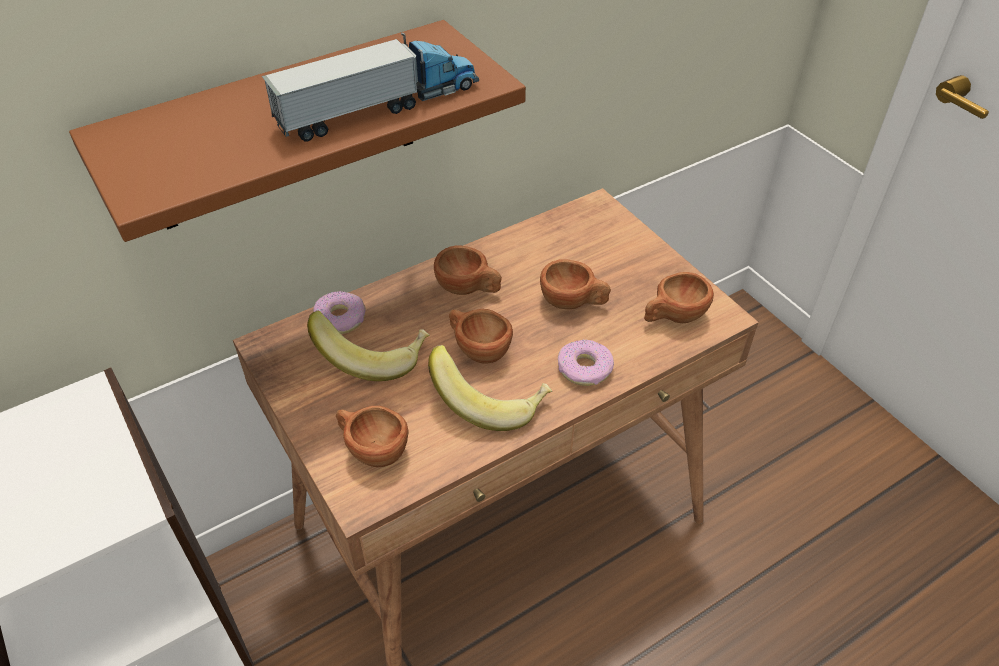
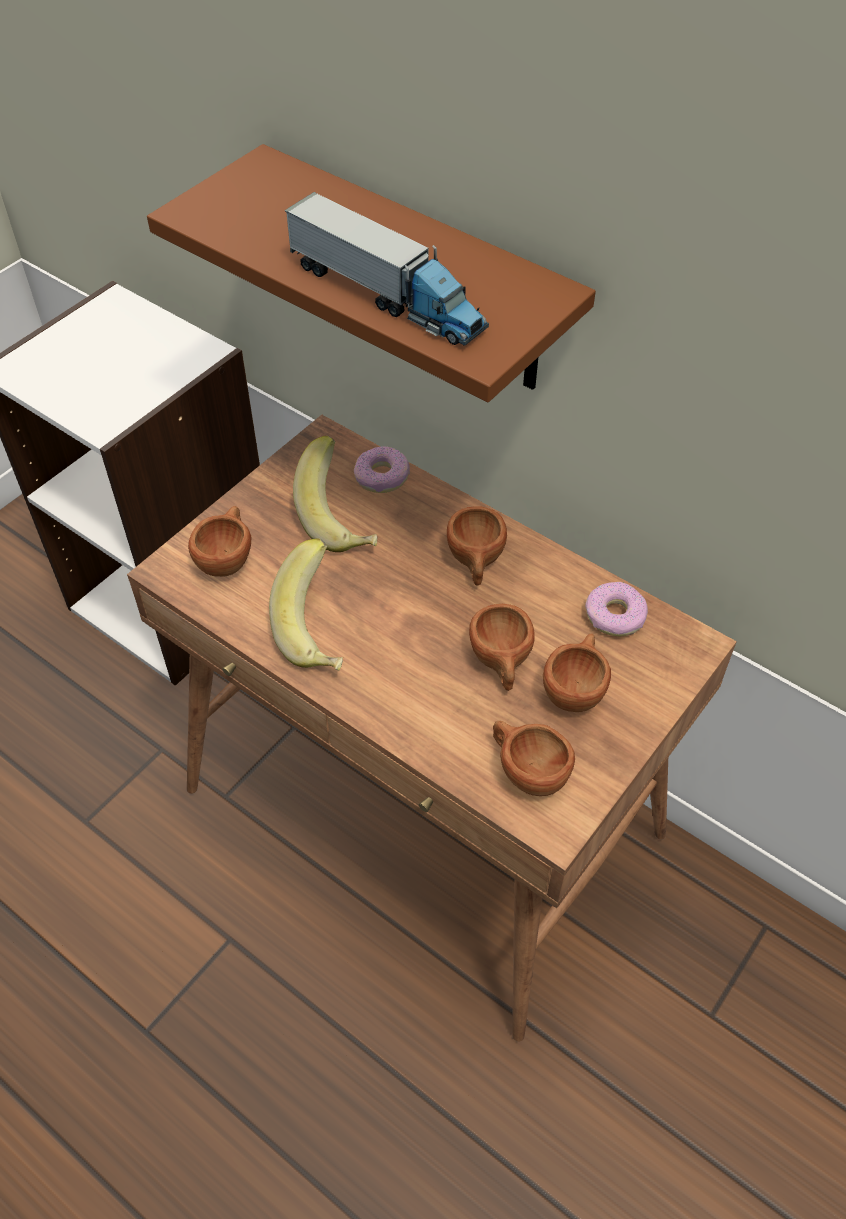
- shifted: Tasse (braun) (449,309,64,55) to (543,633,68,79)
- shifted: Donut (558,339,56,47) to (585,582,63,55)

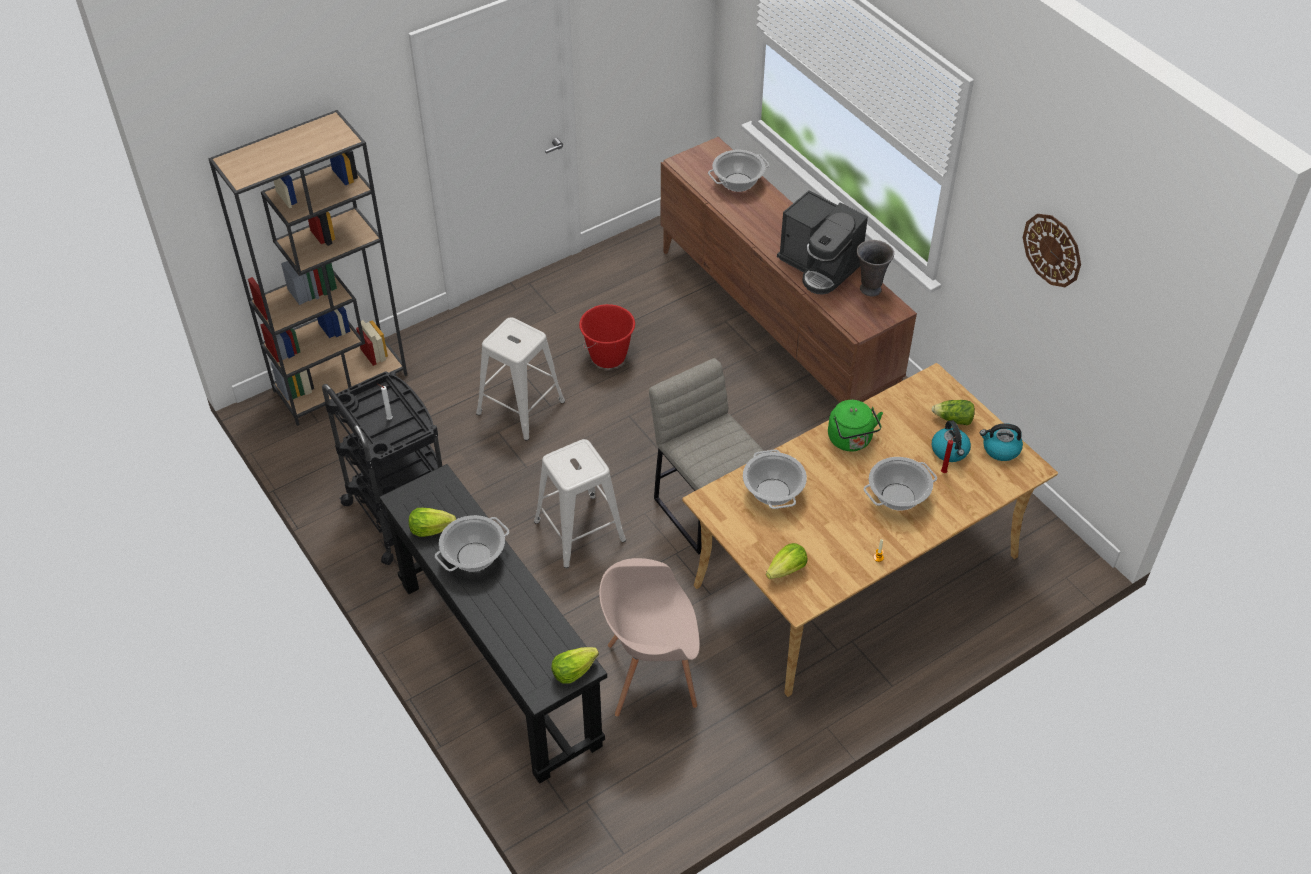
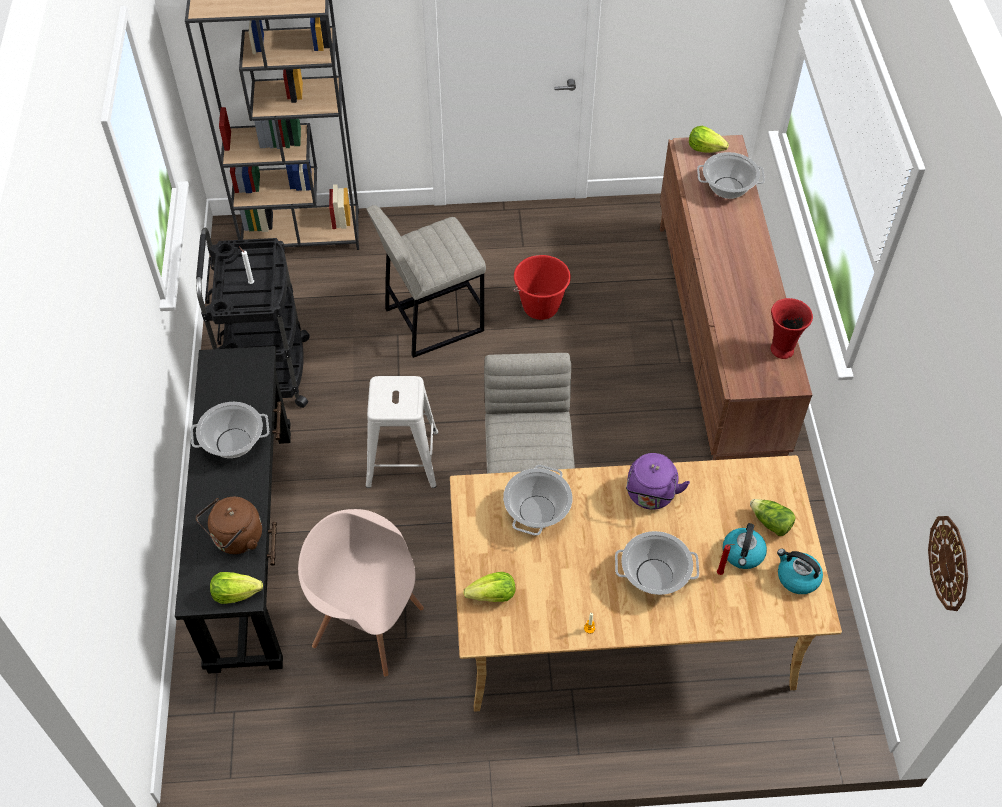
- new: Wasserkessel (braun) (196,497,66,57)
- swapped: Hocker (weiß) (476,317,89,123) to Stuhl (grau) (366,205,120,153)
- repainted: Wasserkessel (grün) (828,400,55,52) to Wasserkessel (lila) (626,453,64,57)
- shifted: Salatkopf (409,508,47,29) to (689,126,40,27)
- repainted: Vase (grau) (857,240,37,57) to Vase (rot) (771,298,42,61)
- shifted: Wanduhr (1023,214,58,73) to (928,516,40,95)
- gone: Kaffeemaschine (777,191,91,104)

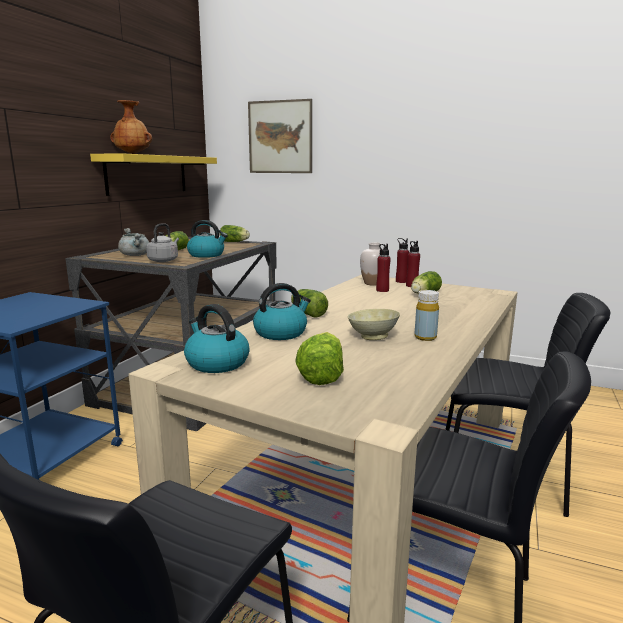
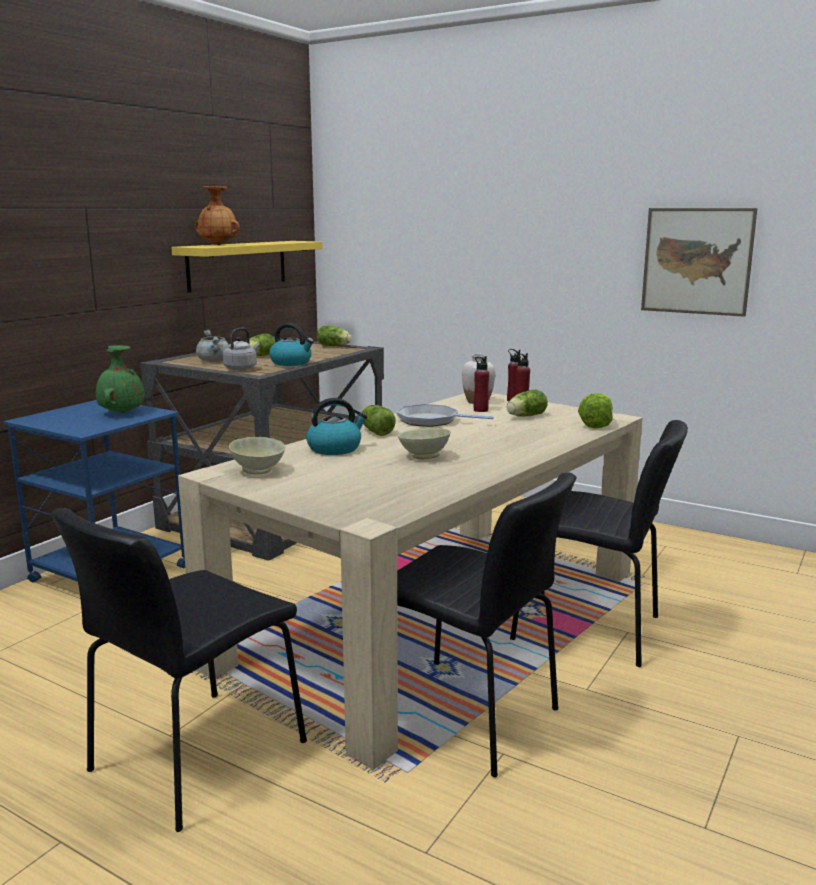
- new: Vase (grün) (96,345,48,68)
- swapped: Wasserkessel (184,304,65,69) to Schüssel (beige) (229,437,57,37)
- new: Pfanne (396,404,98,23)
- shifted: Salatkopf (295,332,49,53) to (578,393,35,35)
- shifted: Bild (248,99,64,74) to (641,208,116,109)
- gone: Flasche (gelb) (415,290,24,51)

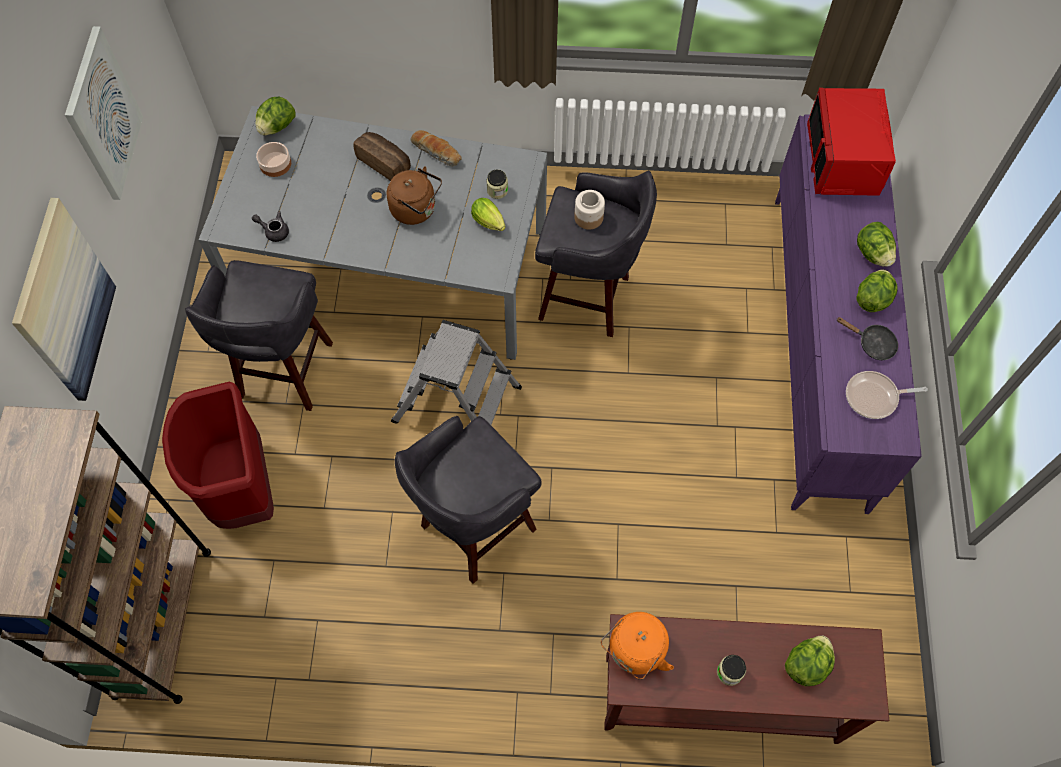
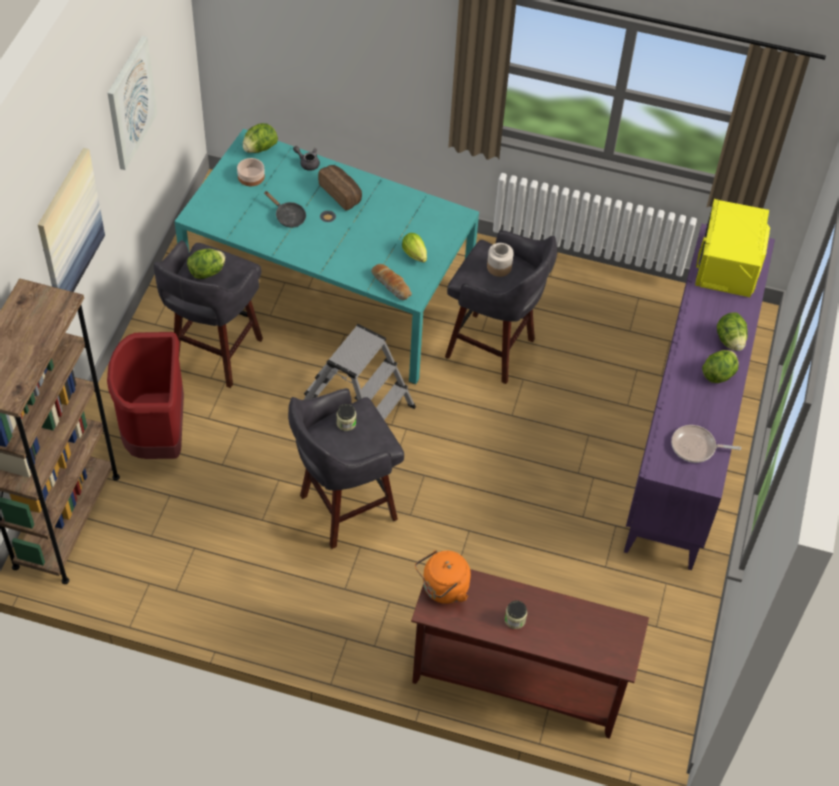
- repainted: Esstisch (grau) (199,106,348,254) to Esstisch (türkis) (174,129,305,255)
- shifted: Salatkopf (785,635,50,51) to (187,249,38,30)
- shifted: Pfanne (schwarz) (836,317,62,43) to (264,191,42,37)
- shifted: Teekanne (grau) (252,211,37,31) to (293,146,27,25)
- shifted: Vorratsglas (486,169,22,30) to (336,404,20,27)
- shifted: Brot (410,130,52,36) to (371,264,41,36)
- repainted: Mikrowelle (rot) (807,88,89,108) to Mikrowelle (gelb) (695,199,75,98)
- gone: Wasserkessel (braun) (387,166,55,59)

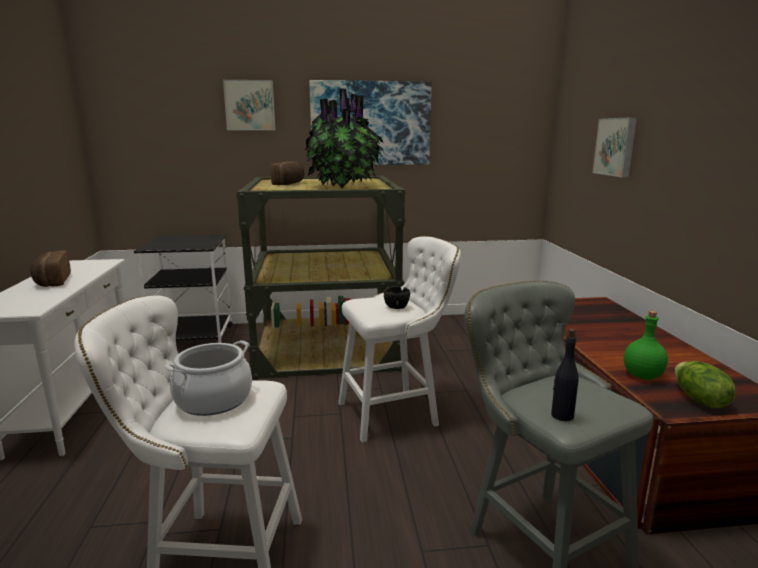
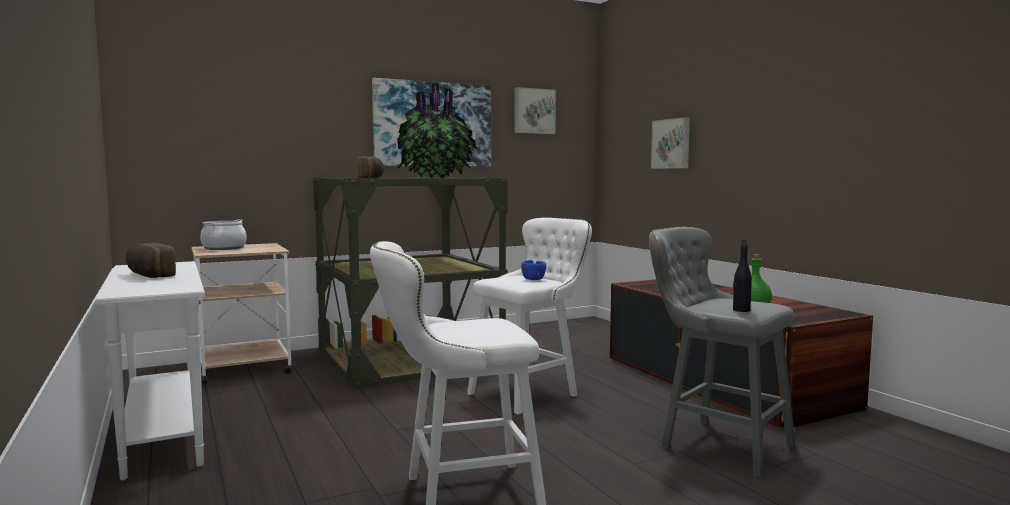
- repainted: Rollwagen (schwarz) (134,235,99,108) to Rollwagen (beige) (191,243,101,141)
- shifted: Kochtopf (165,340,87,76) to (200,219,47,31)
- shifted: Bild (223,80,53,50) to (514,87,42,47)
- repainted: Schüssel (schwarz) (384,286,26,23) to Schüssel (blau) (521,260,25,20)
- gone: Salatkopf (675,361,61,47)

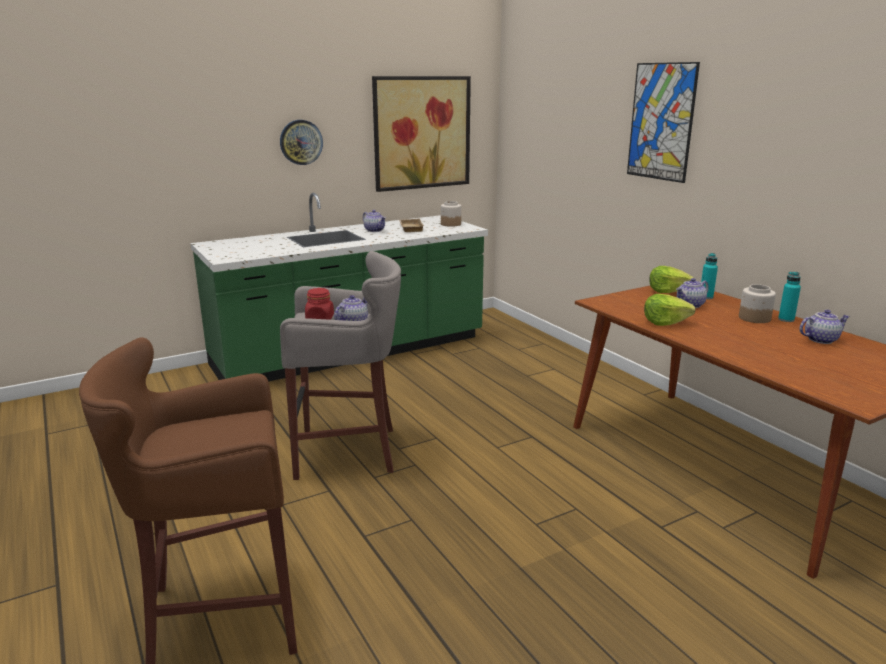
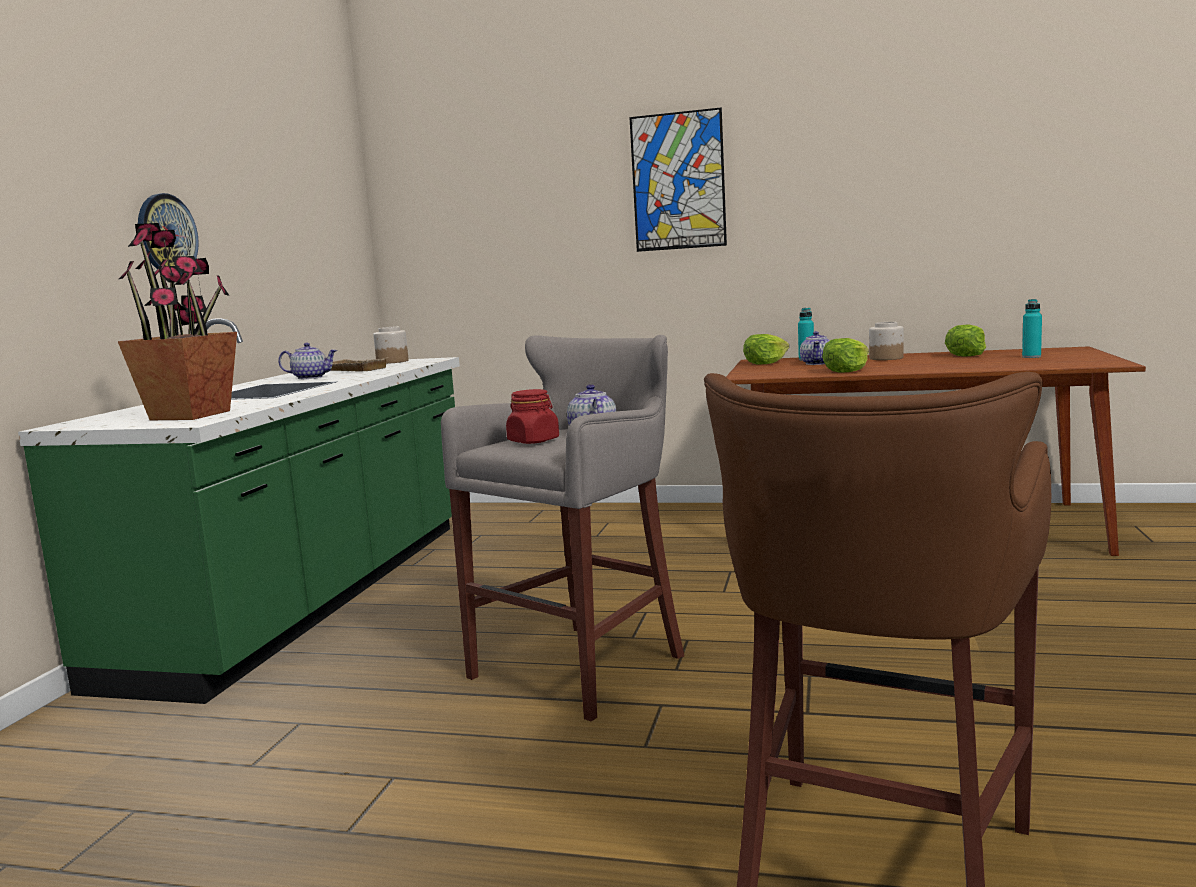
- new: Topfpflanze (118,223,119,197)
- swapped: Teekanne (800,310,50,34) to Salatkopf (945,324,41,33)
- shifted: Flasche (türkis) (778,272,23,50) to (1022,299,20,59)
- gone: Bild (372,76,99,116)

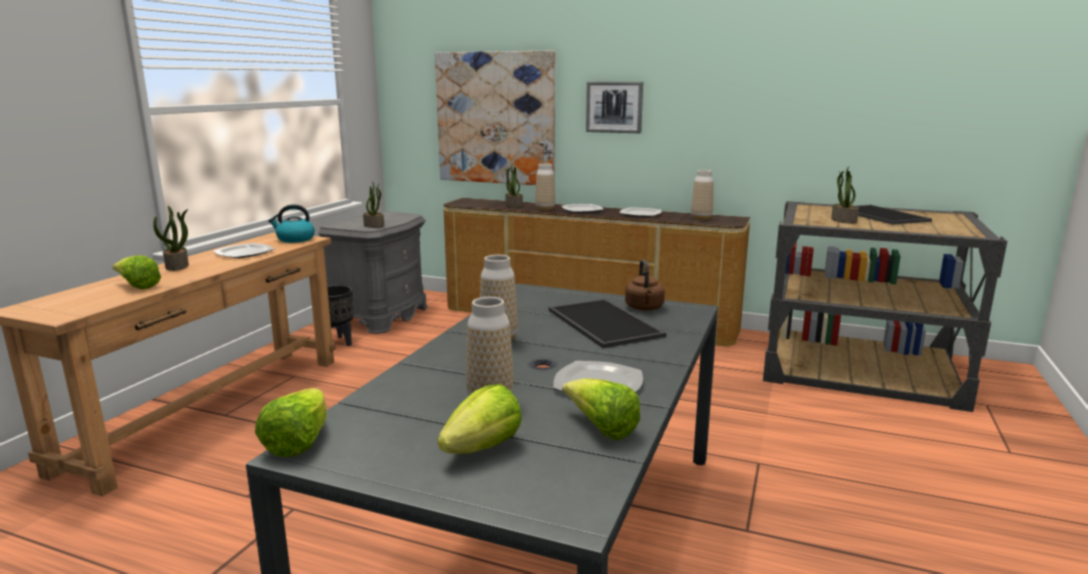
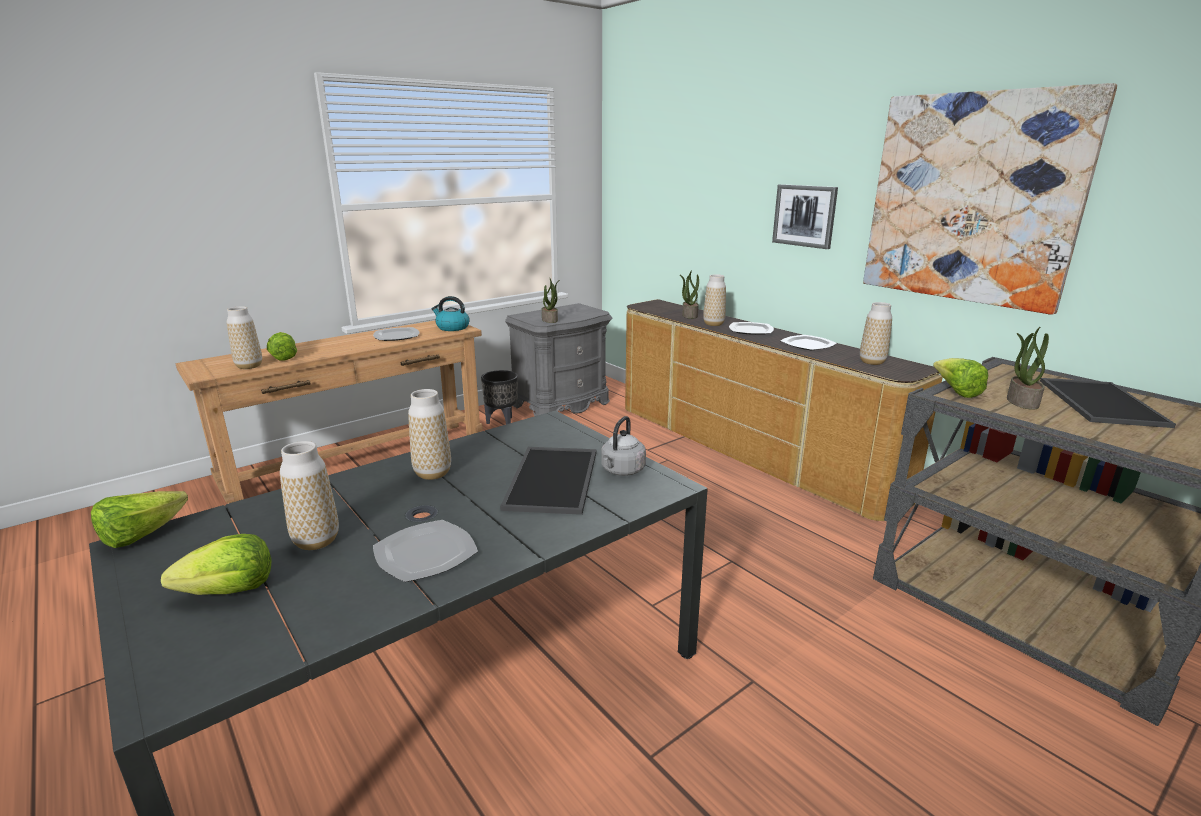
- new: Vase (227,306,35,63)
- repainted: Wasserkessel (braun) (625,259,40,51) to Wasserkessel (grau) (601,416,45,60)
- shifted: Bild (435,51,120,134) to (863,83,254,232)
- shifted: Salatkopf (562,378,78,62) to (933,358,55,40)
- gone: Topfpflanze (153,206,36,65)

